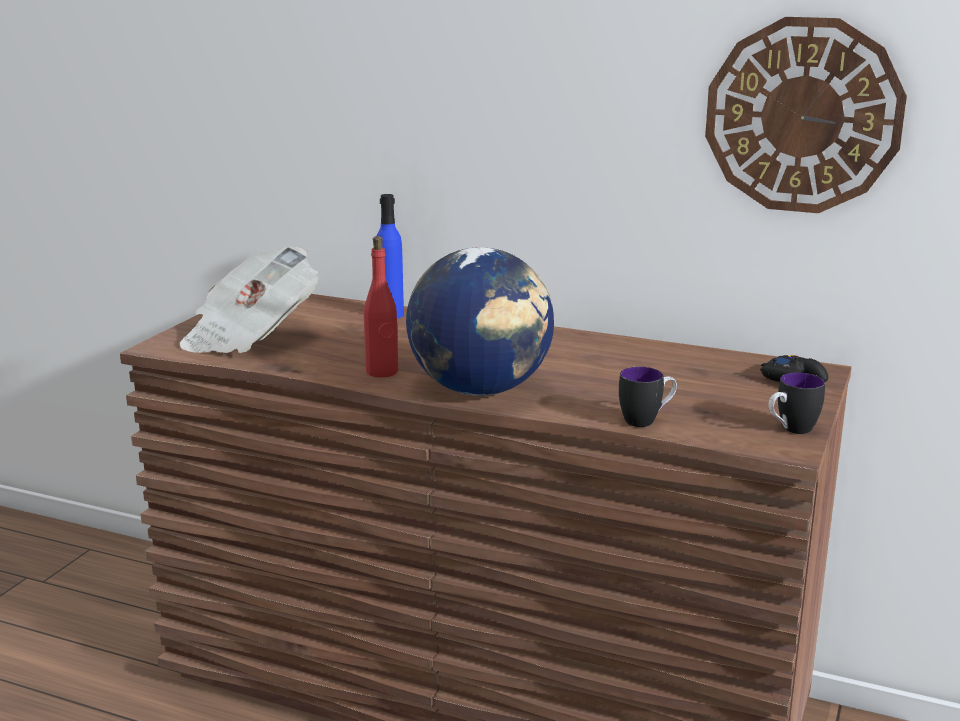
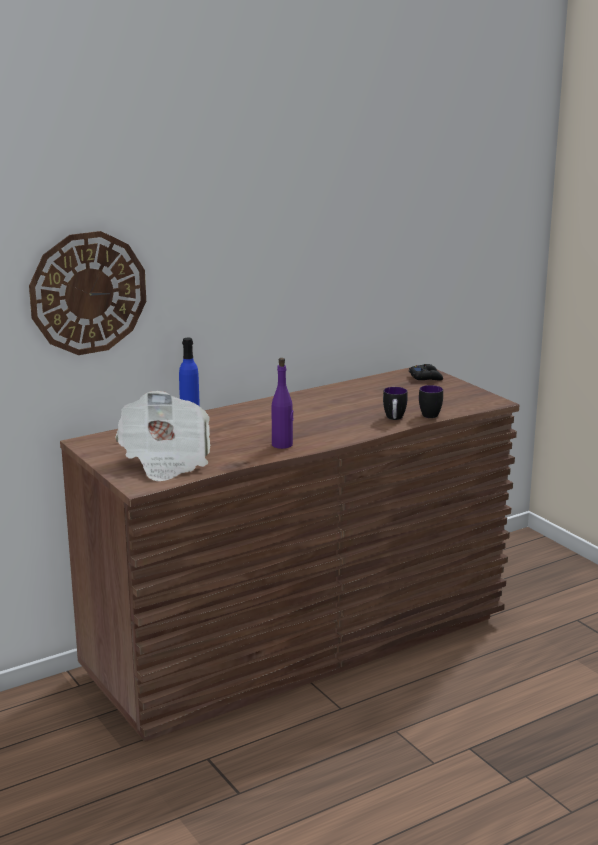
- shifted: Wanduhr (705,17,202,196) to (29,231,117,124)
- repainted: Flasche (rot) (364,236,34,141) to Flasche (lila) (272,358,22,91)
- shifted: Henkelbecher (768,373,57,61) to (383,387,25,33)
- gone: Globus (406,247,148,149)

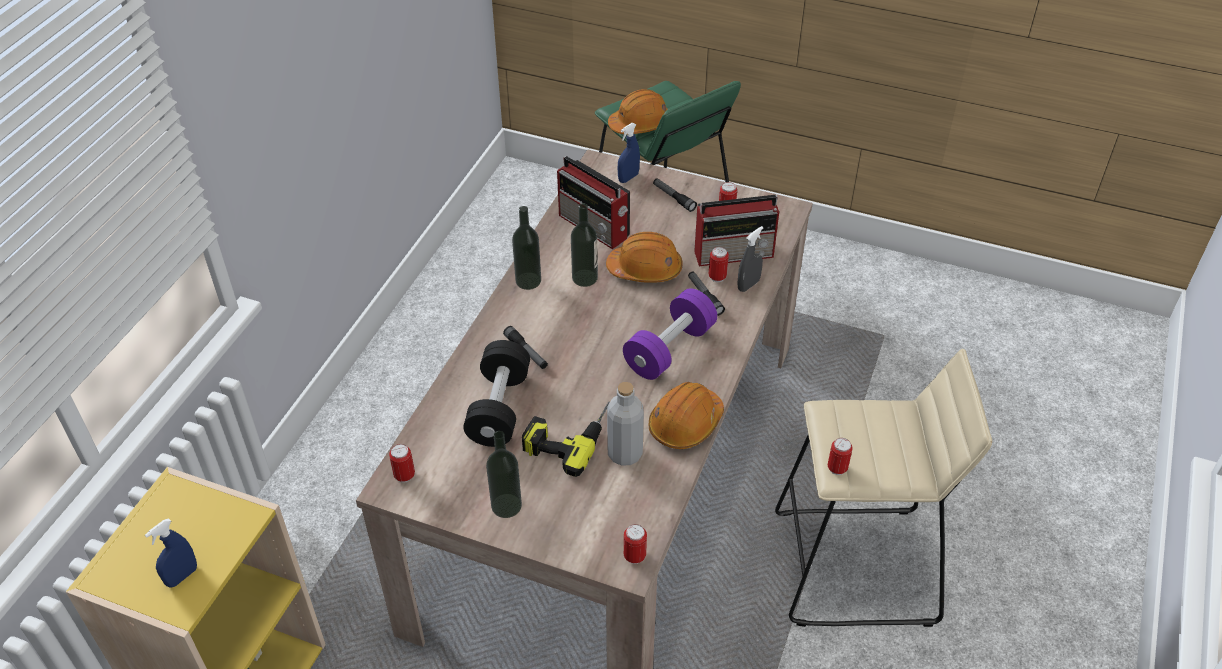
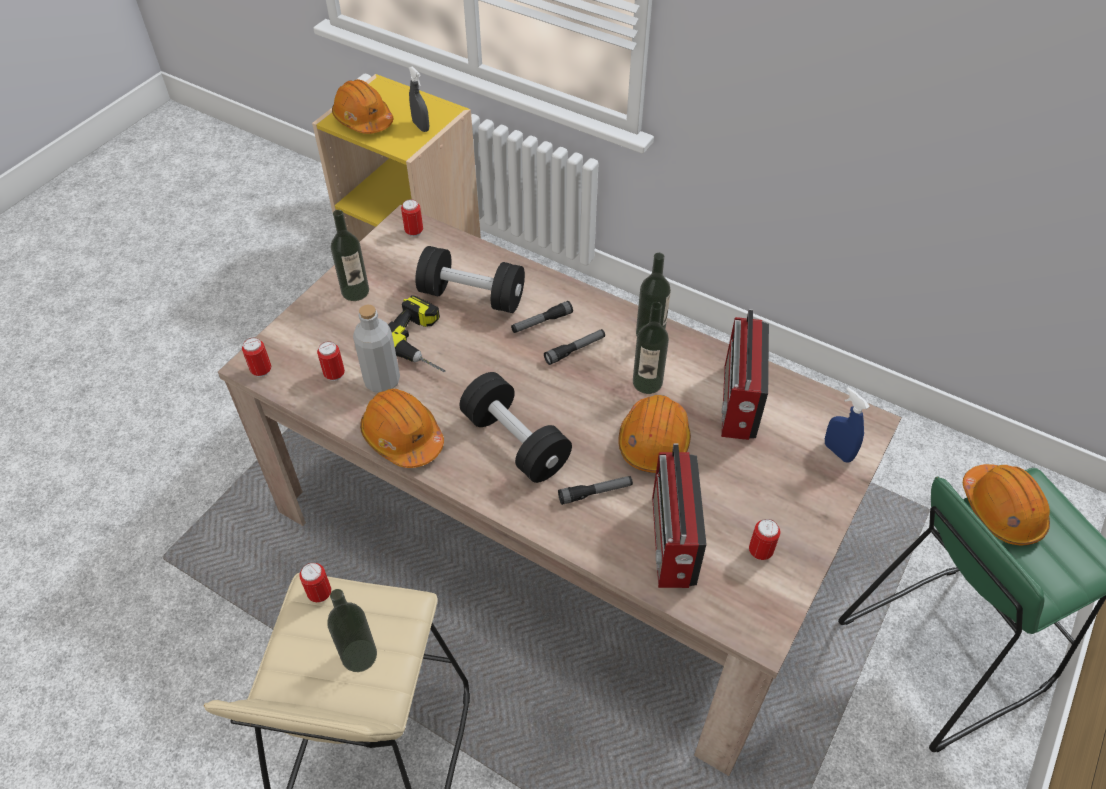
- shifted: Dose (709,247,20,35) to (317,341,28,40)
- new: Flasche (327,589,50,83)
- swapped: Sprühflasche (blau) (145,518,52,70) to Schutzhelm (orange) (332,79,61,55)
- shifted: Sprühflasche (grau) (737,226,26,66) to (409,66,20,66)
- repainted: Hantel (lila) (623,288,94,92) to Hantel (schwarz) (460,372,112,111)
- shifted: Taschenlampe (653,178,44,34) to (544,329,61,36)
- rotated: Radio (557,156,73,93) = (721,309,48,131) 45 degrees counterclockwise

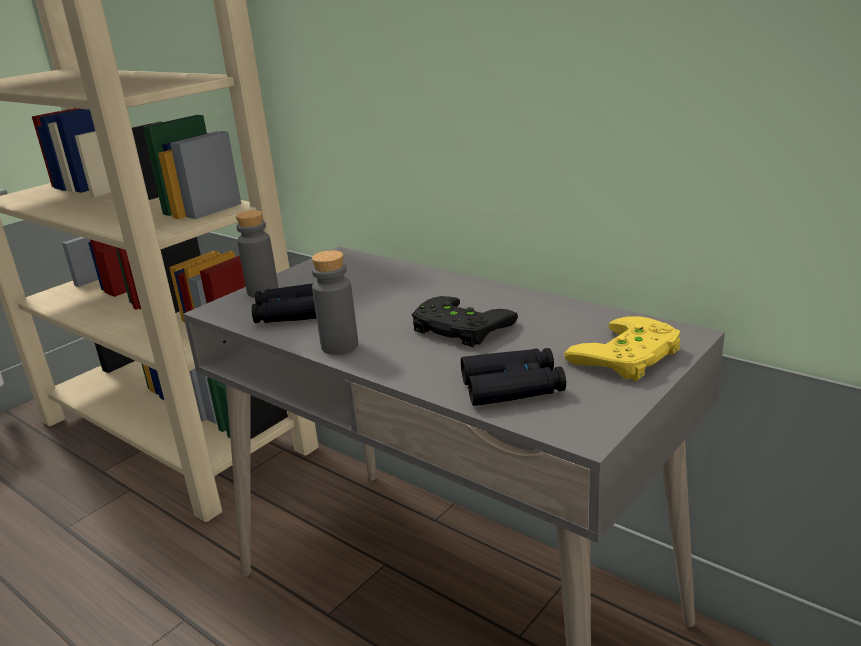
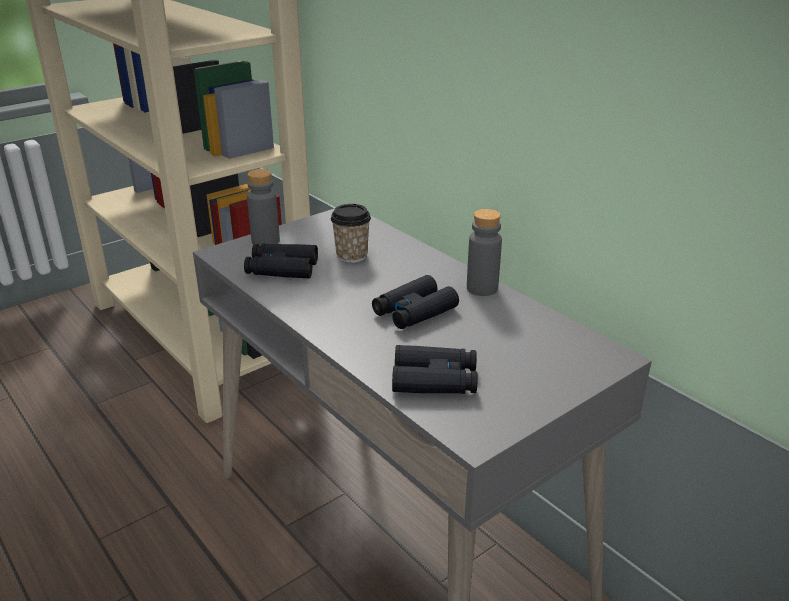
- new: Tasse (331,204,40,59)
- swapped: Gamepad (schwarz) (412,296,106,51) to Fernglas (schwarz) (372,275,87,54)
- shifted: Flasche (grau) (312,250,46,105) to (467,209,35,87)
- gone: Gamepad (gelb) (564,316,116,65)

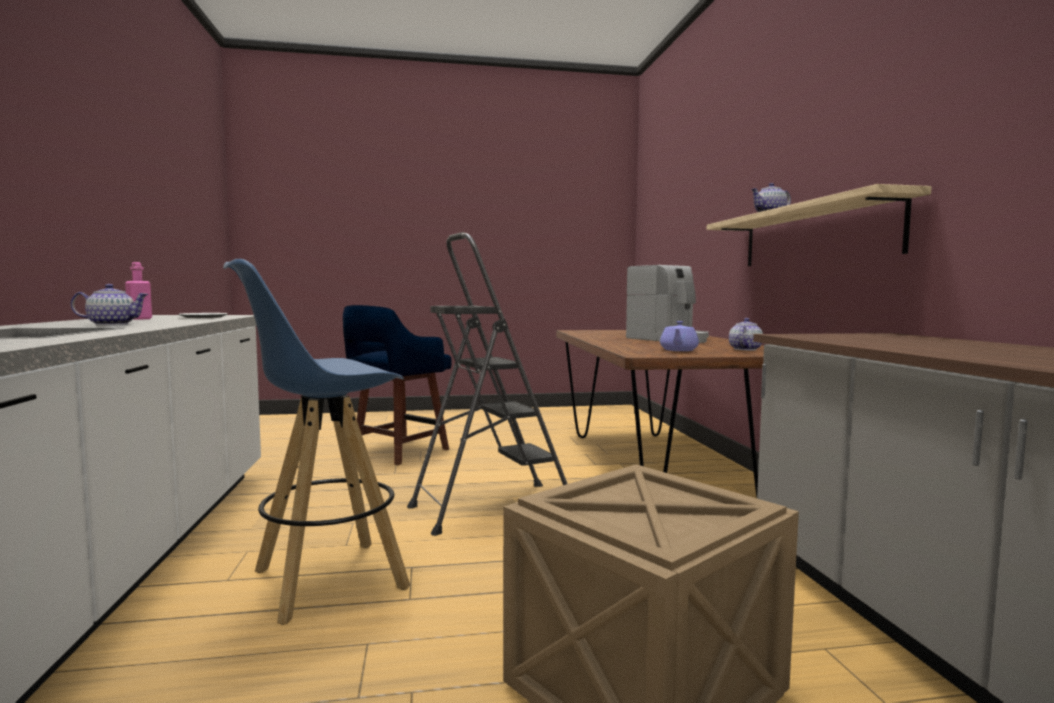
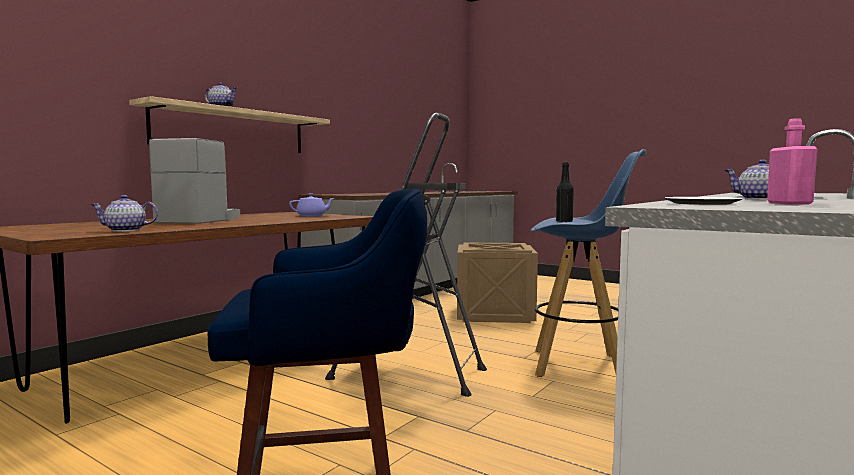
- shifted: Teekanne (729,318,34,32) to (90,195,68,37)
- new: Flasche (schwarz) (556,162,18,60)

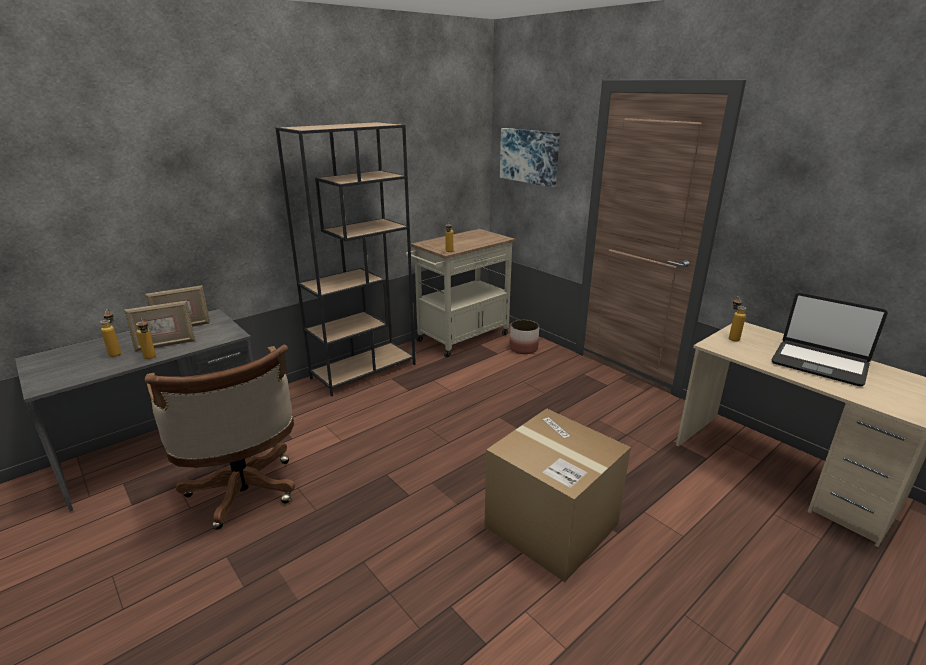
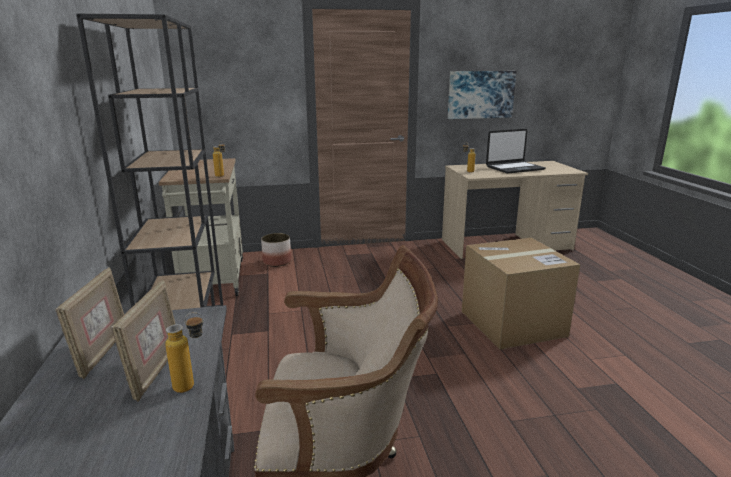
- shifted: Bild (500,128,60,59) to (448,71,68,48)
- gone: Flasche (100,309,21,48)

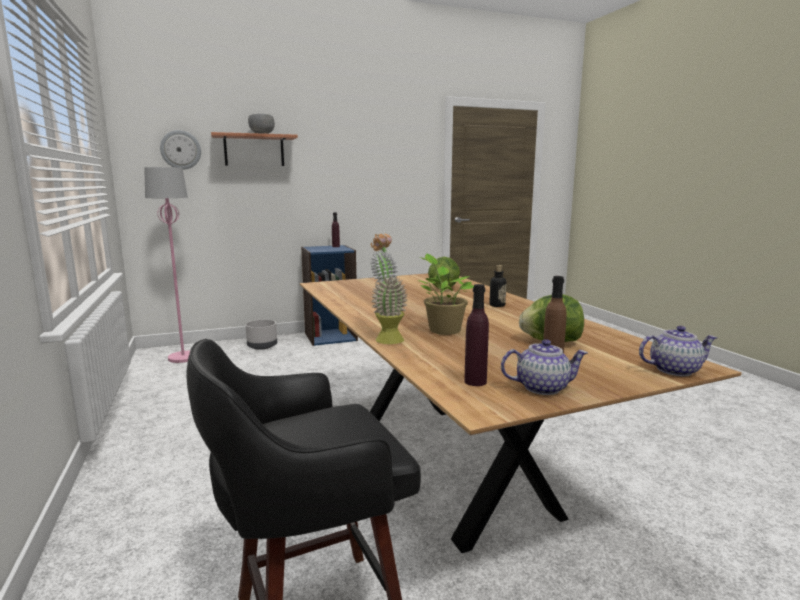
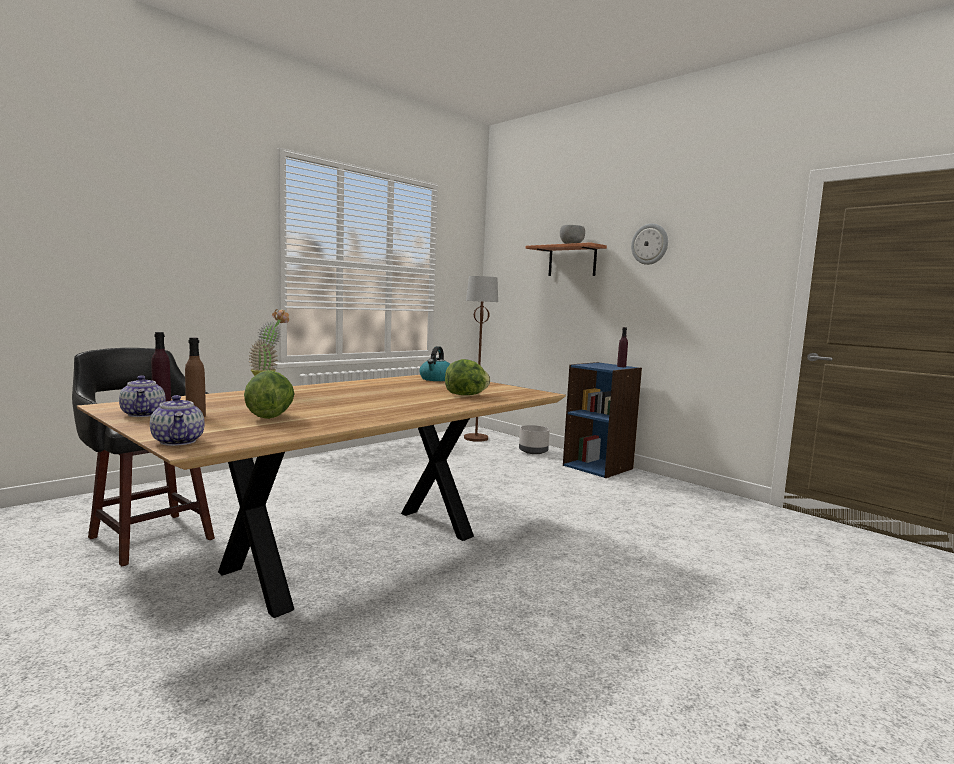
- new: Wasserkessel (419,346,31,35)
- repainted: Stehlampe (rosa) (144,167,46,196) to Stehlampe (braun) (464,276,34,166)
- shifted: Wanduhr (160,130,41,40) to (631,223,37,42)
- gone: Topfpflanze (417,254,57,81)
- gone: Flasche (489,265,18,42)

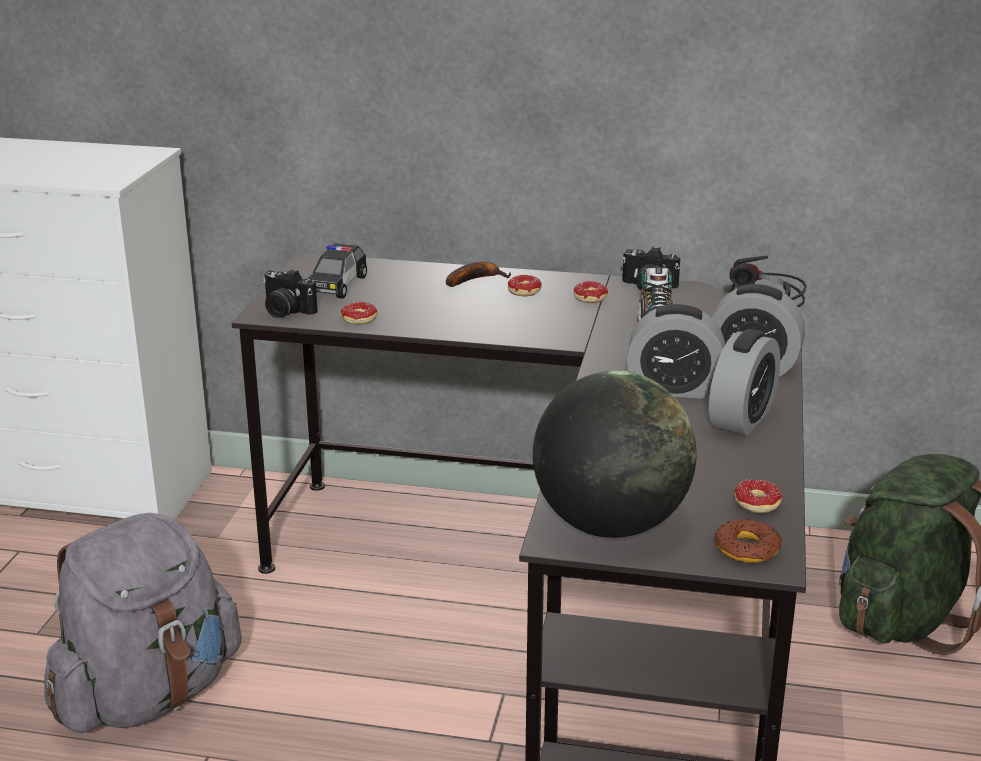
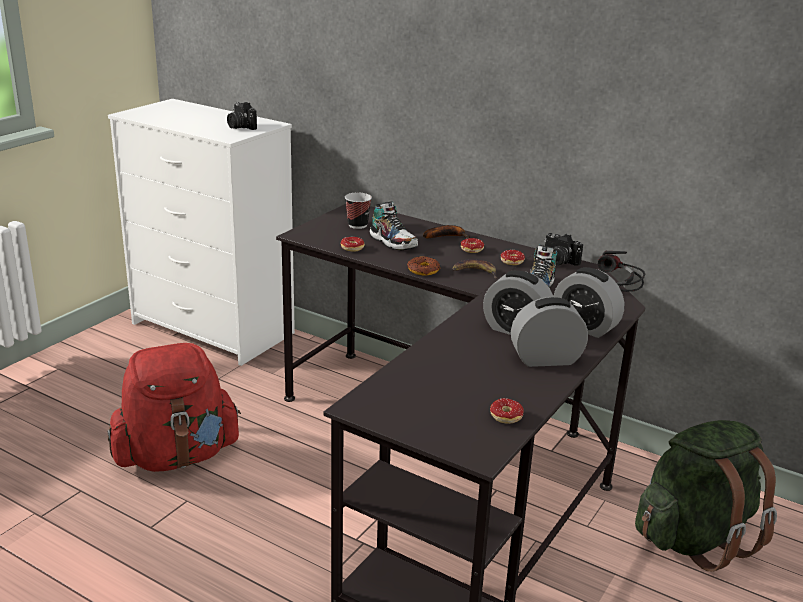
- repainted: Rucksack (grau) (44,513,198,220) to Rucksack (rot) (107,343,134,129)
- shifted: Kamera (263,269,54,49) to (227,102,30,28)
- swapped: Spielzeugauto (308,243,59,56) to Tasse (345,193,27,36)
- new: Schuh (370,201,48,49)
- shifted: Donut (715,519,67,44) to (407,256,34,19)
- new: Banane (452,259,44,19)
- rotated: Wecker (709,329,71,107) = (511,297,77,70) 150 degrees counterclockwise
- gone: Globus (533,371,164,167)

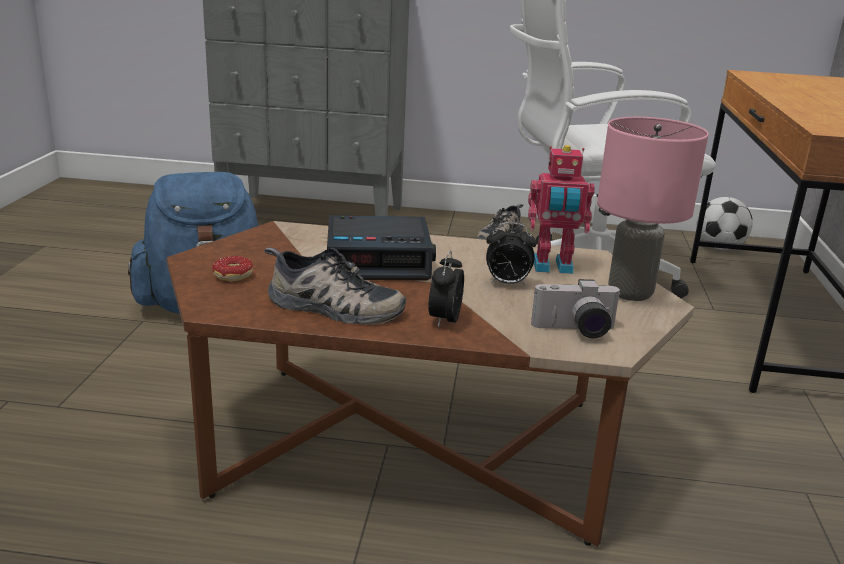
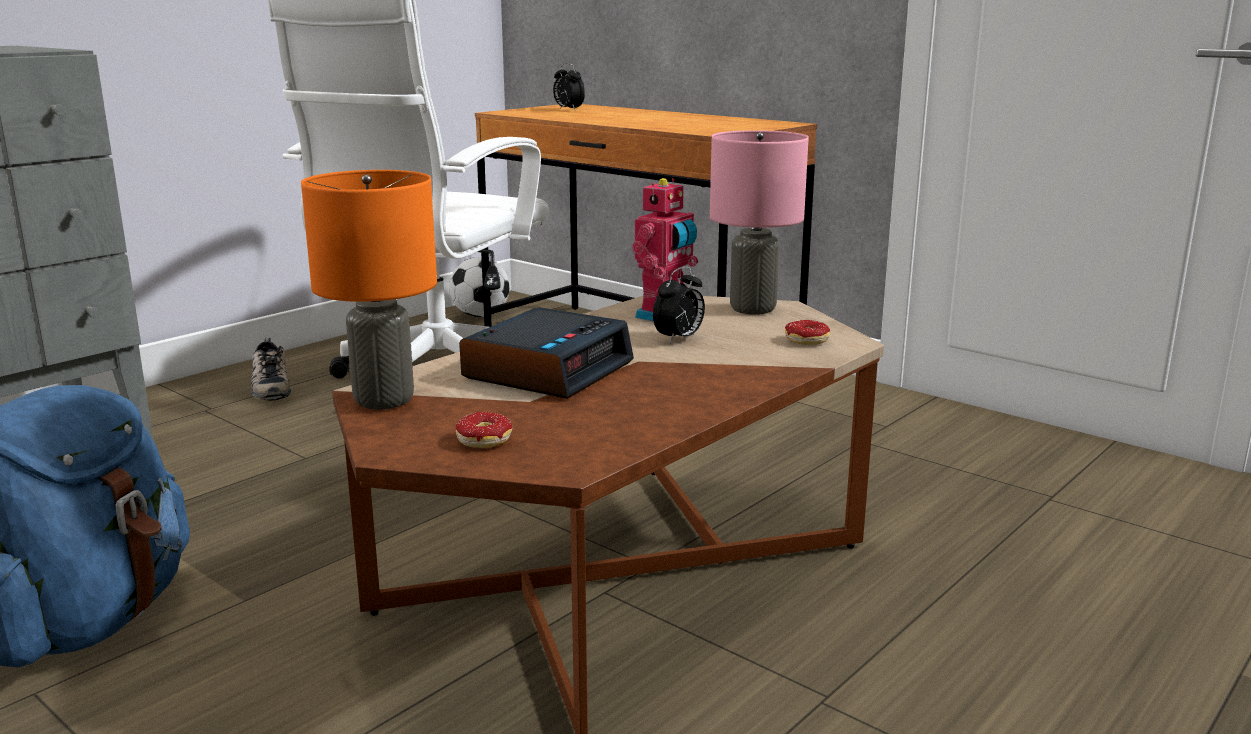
- new: Tischlampe (orange) (301,170,136,240)
- shifted: Wecker (429,251,35,77) to (553,63,32,47)
- swapped: Kamera (531,279,91,59) to Donut (785,320,45,25)
- gone: Schuh (264,247,142,78)

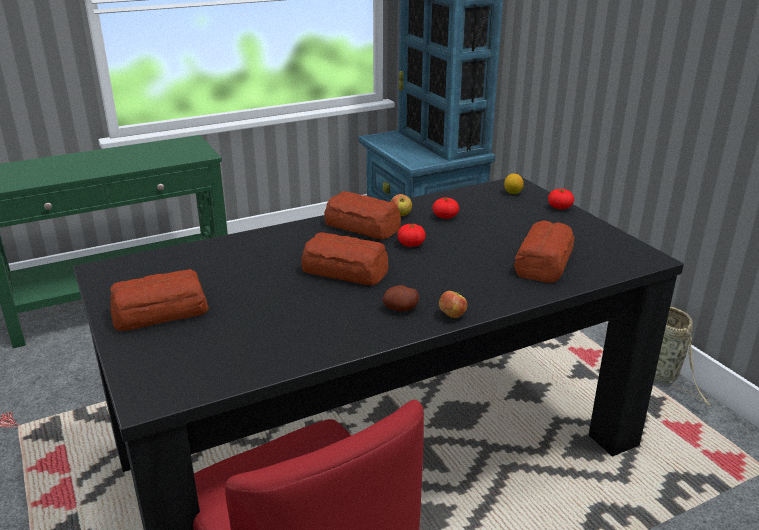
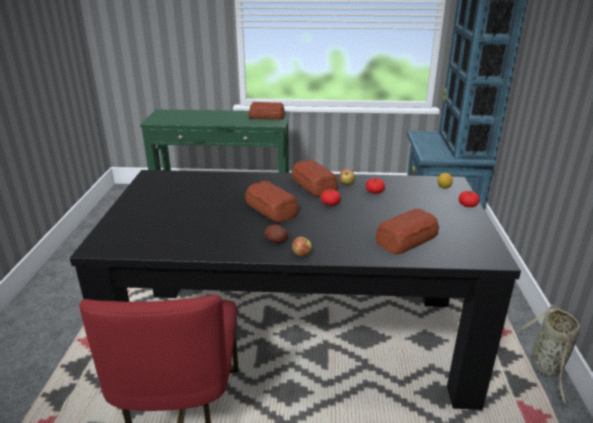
- shifted: Brot (110,269,99,62) to (249,102,36,18)

